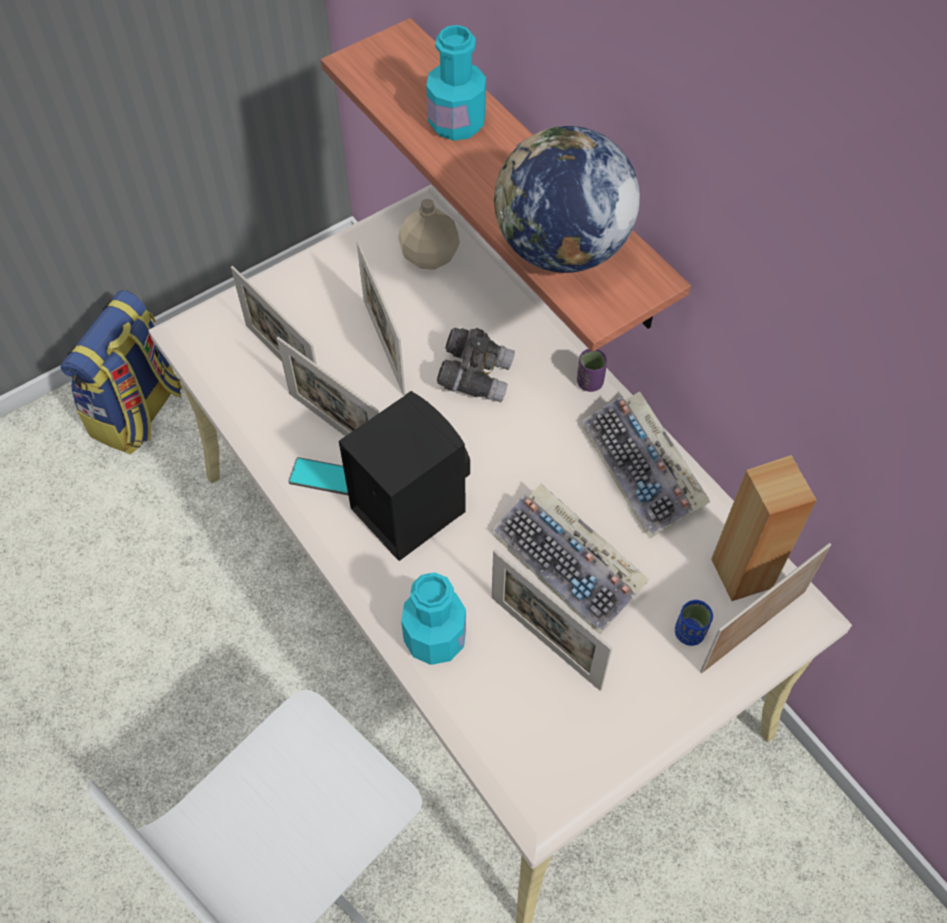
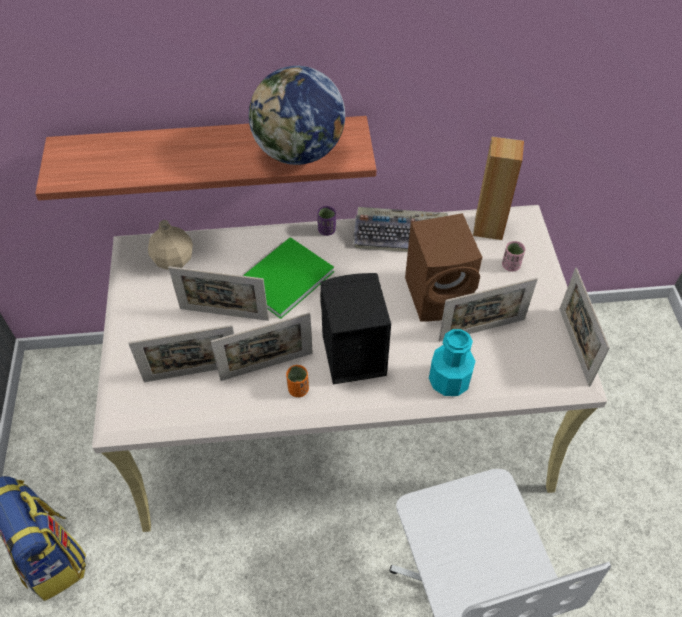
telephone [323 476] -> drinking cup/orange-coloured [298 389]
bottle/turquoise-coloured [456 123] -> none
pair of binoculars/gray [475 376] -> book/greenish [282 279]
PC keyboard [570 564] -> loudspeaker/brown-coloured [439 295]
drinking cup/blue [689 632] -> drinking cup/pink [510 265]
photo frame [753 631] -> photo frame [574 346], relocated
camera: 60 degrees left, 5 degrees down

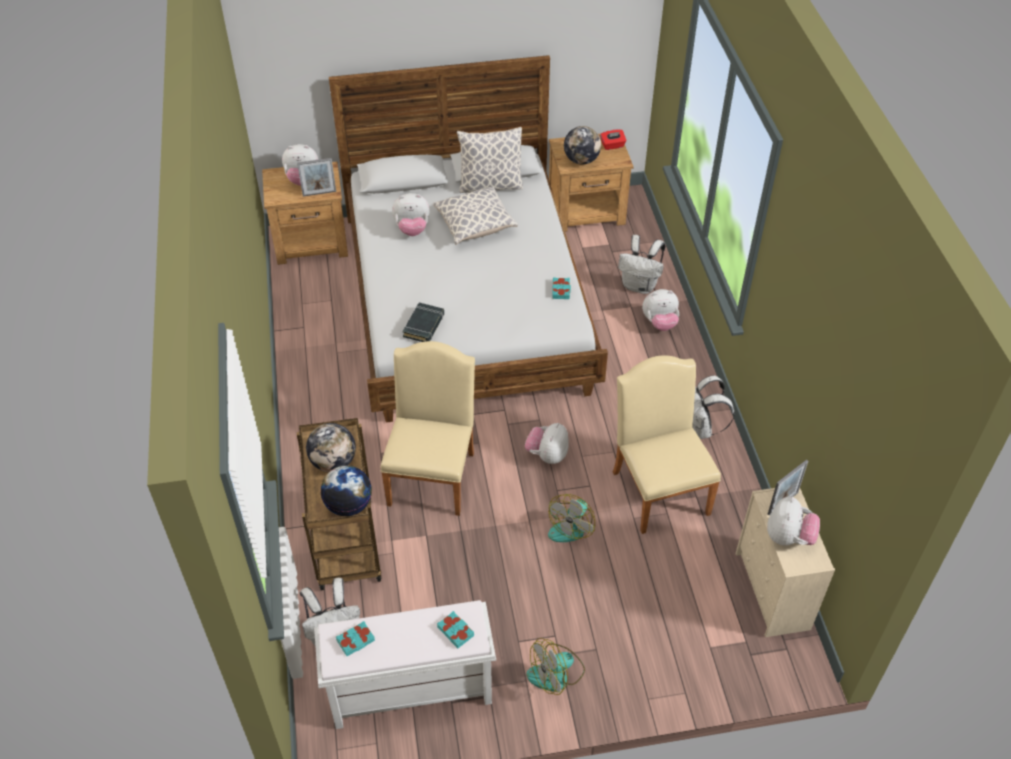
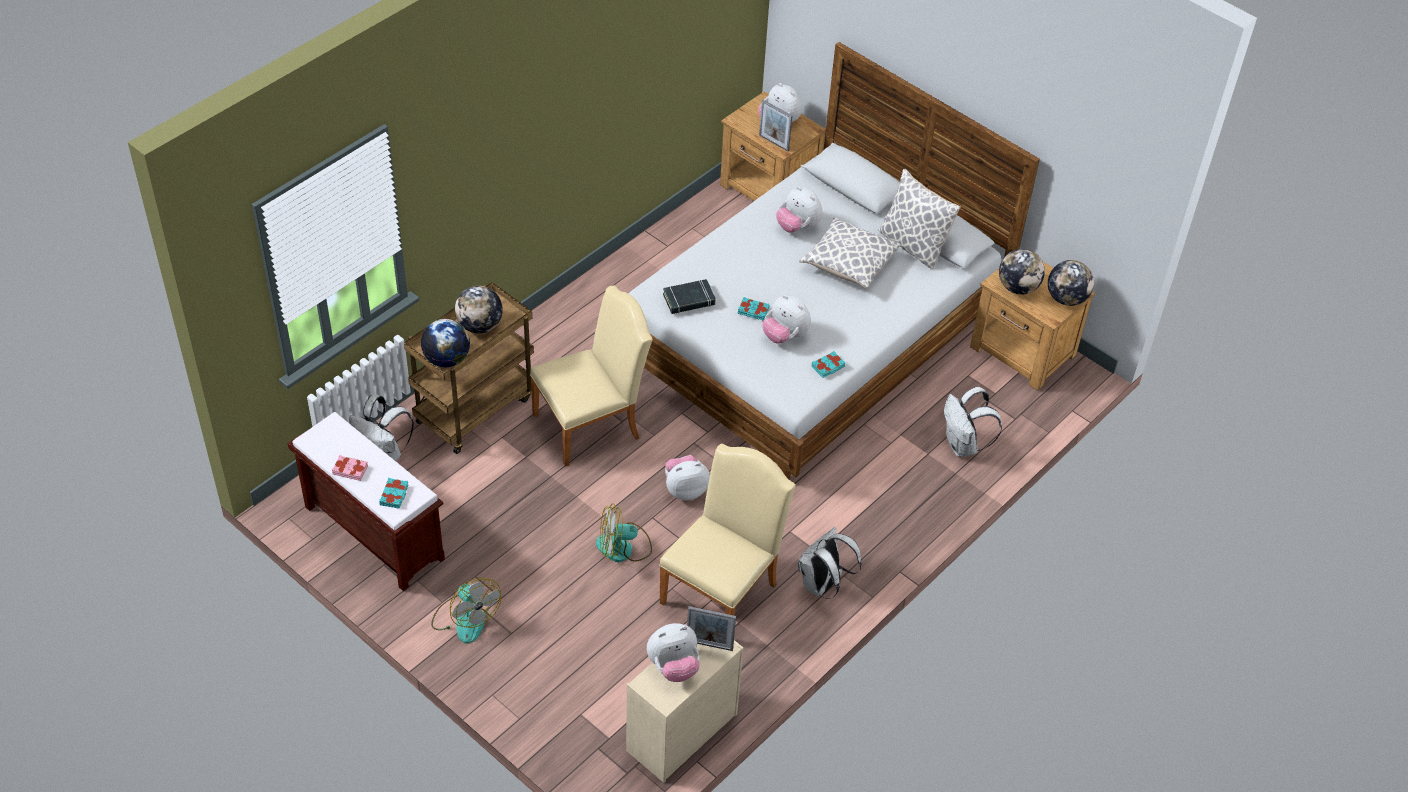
bench/whitish [409 691] -> bench/brown-coloured [372 532]
book/turquoise-coloured [356 641] -> book/turquoise-coloured [753 311], relocated
electric fan [556 673] -> electric fan [465 618], 150 degrees counterclockwise
tissue box/red-coloured [612 145] -> globe [1066 298]
plush toy [659 323] -> plush toy [785 336], relocated
none -> book/pink [350 470]
camera: 50 degrees right, 0 degrees up

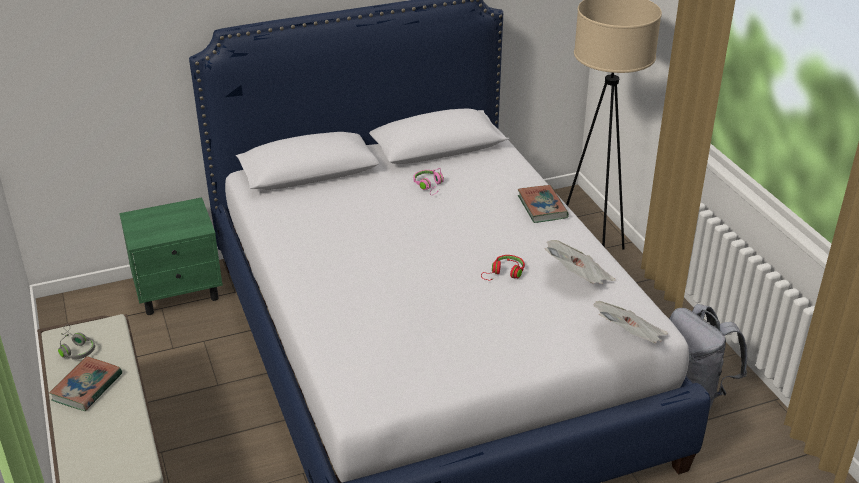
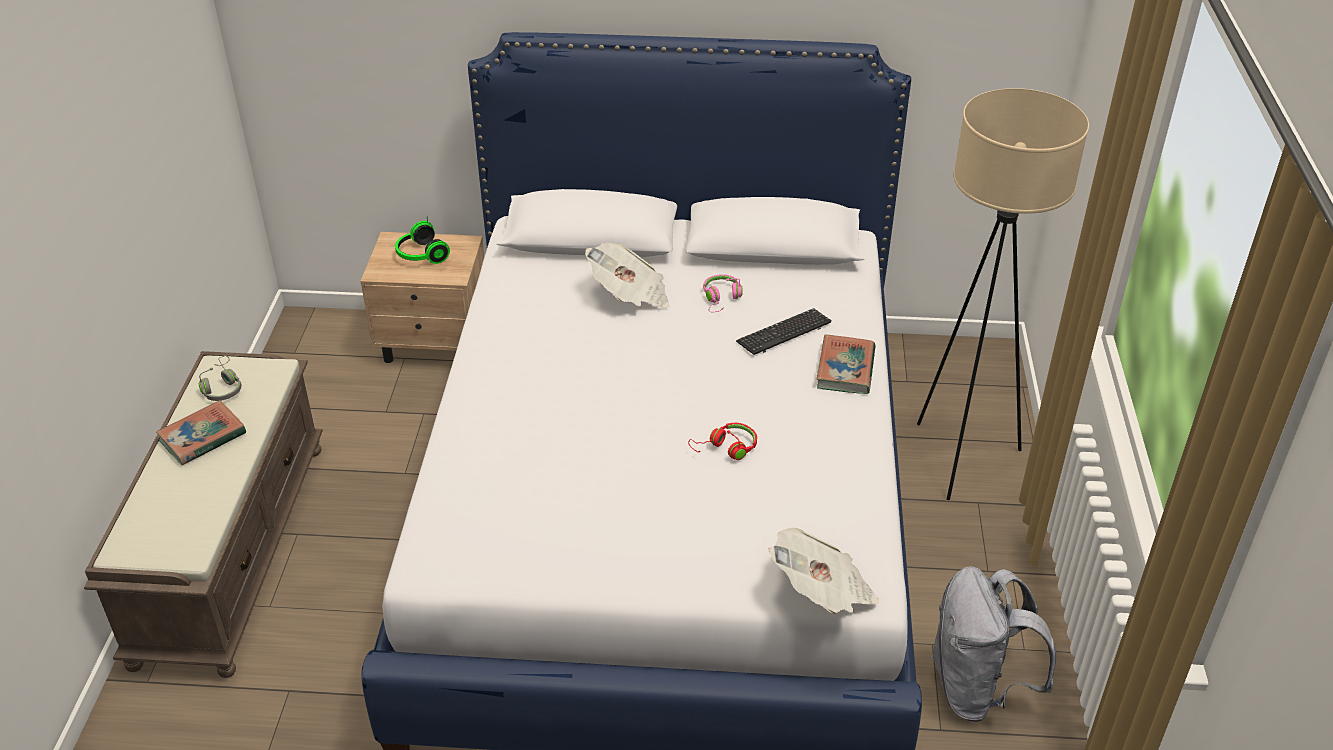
bedside table/greenish [179 291] -> bedside table/beige [435 343]
daily paper [578 278] -> daily paper [630 295], relocated
none -> headset [420 255]
none -> PC keyboard [784 333]
camera: 25 degrees right, 5 degrees up

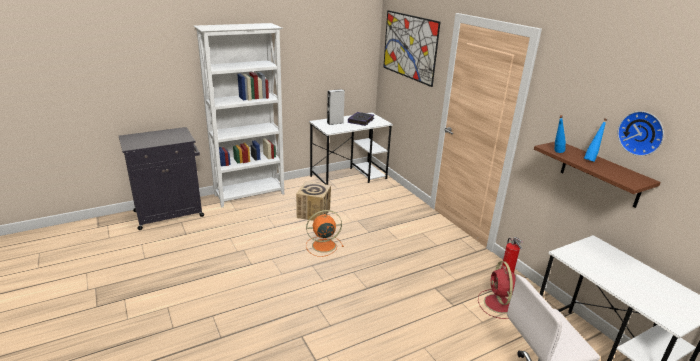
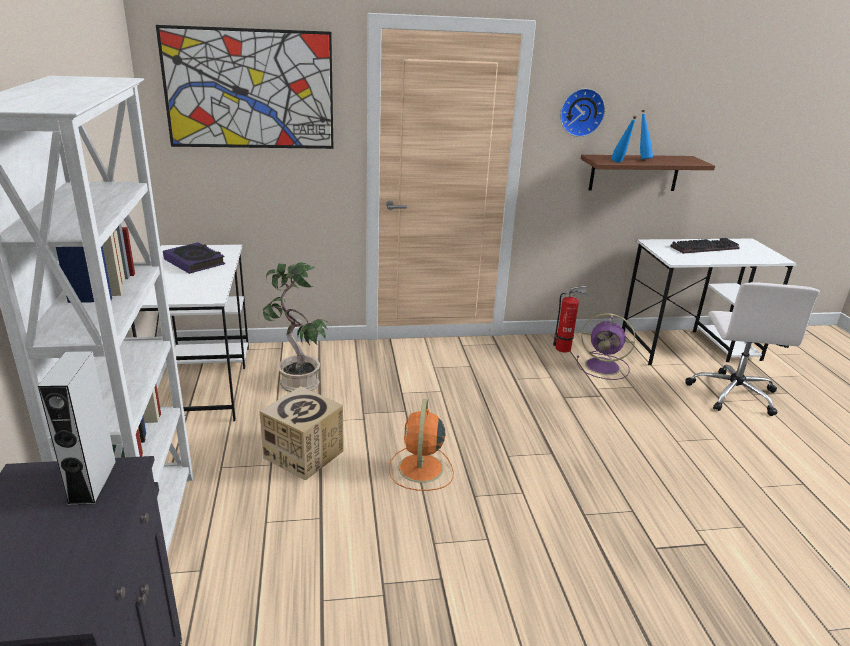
loudspeaker/gray [335 123] -> loudspeaker/gray [92 482], relocated
electric fan/red-coloured [498 304] -> electric fan/purple-coloured [604 367]
wall clock [642 133] -> wall clock [581 112], relocated
none -> potted plant [297 383]
none -> PC keyboard [704 247]
camera: 70 degrees left, 0 degrees up

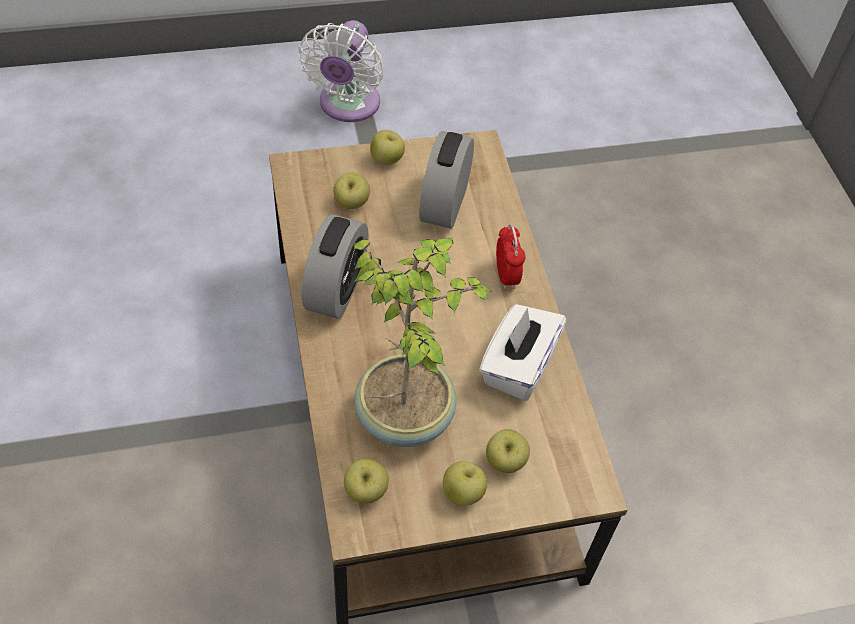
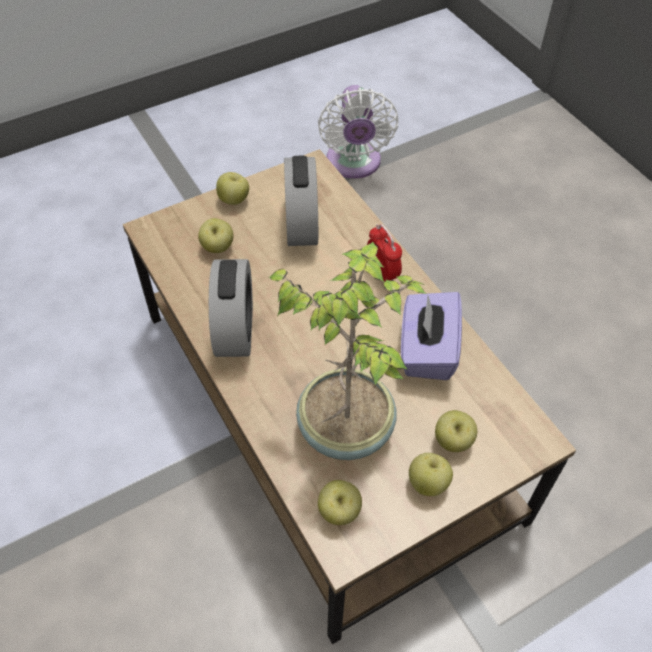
electric fan/whitish [347 106] -> electric fan/whitish [353 164], relocated
tissue box/whitish [517 366] -> tissue box/purple-coloured [426 351]
camera: 15 degrees left, 0 degrees up

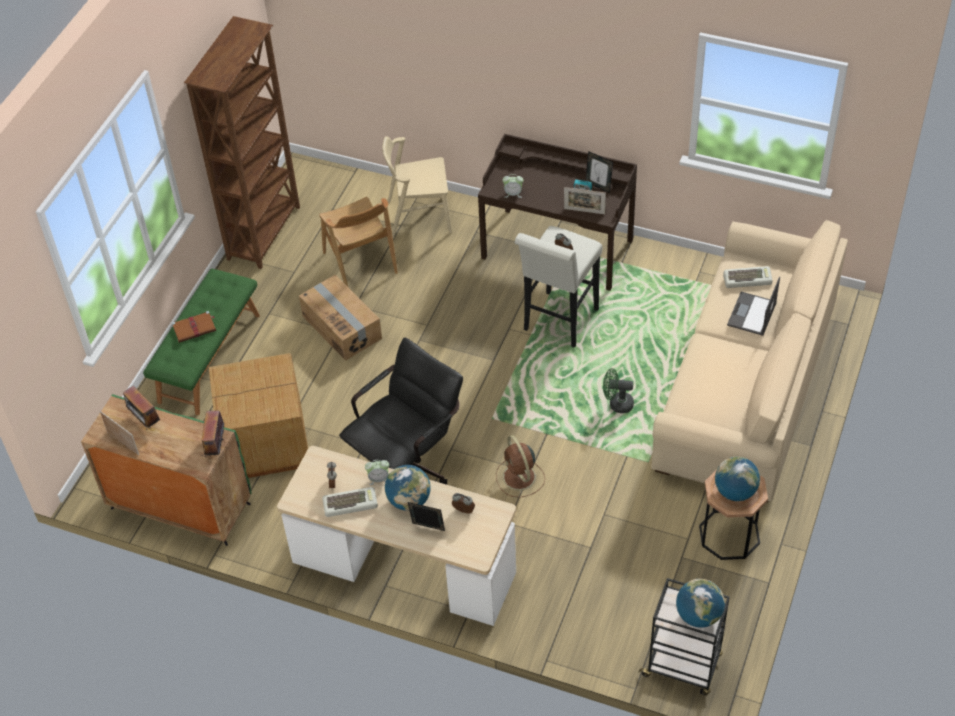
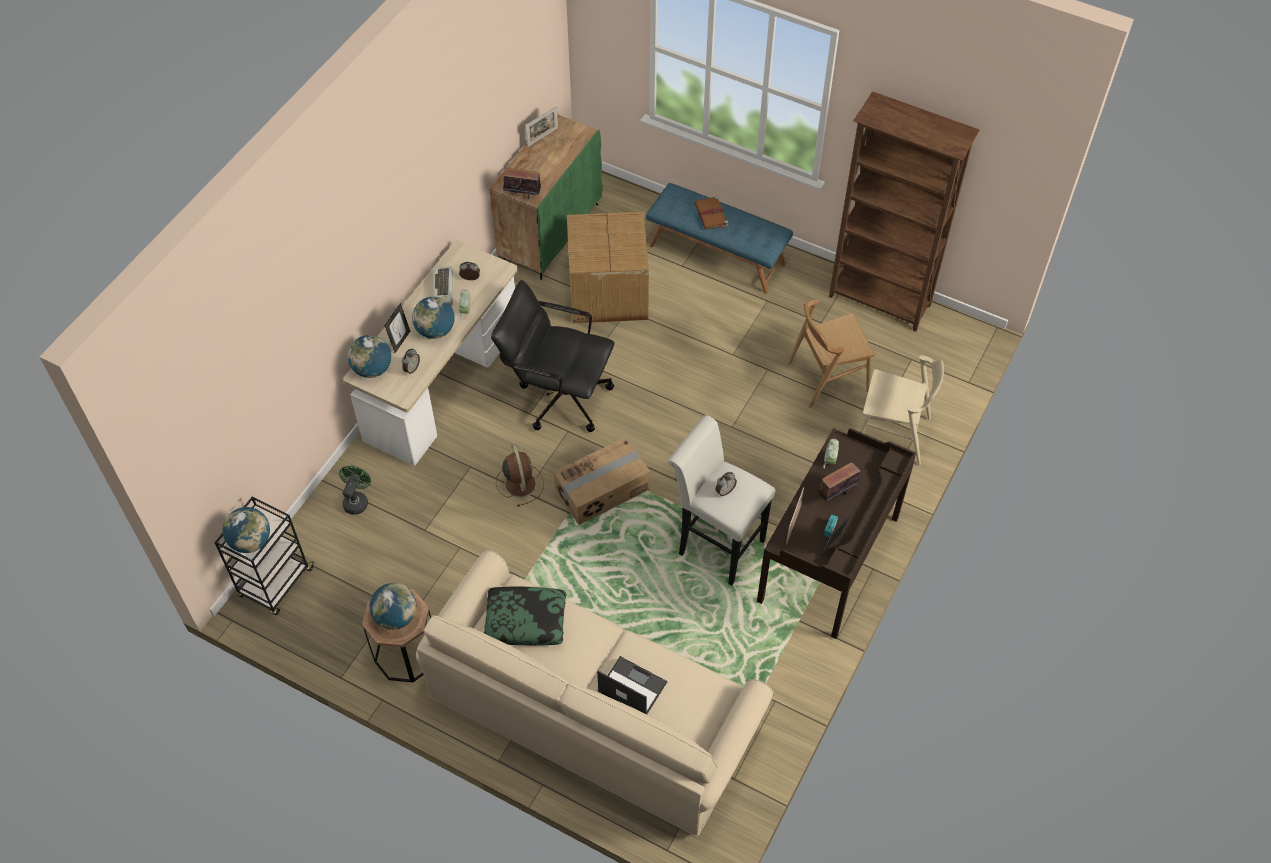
radio set [145 420] -> radio set [836 494], relocated
bench/greenish [208 357] -> bench/blue [717 254]
cardboard box [342 327] -> cardboard box [603 490], relocated
computer chair/black [408 464] -> computer chair/black [557 395], 150 degrees clockwise
upright chair/beige [419 216] -> upright chair/beige [893 434], 105 degrees clockwise
electric fan/brown-coloured [520 478] -> electric fan/brown-coloured [520 483], 90 degrees clockwise
electric fan/greenish [617 404] -> electric fan/greenish [357 500], relocated
PC keyboard [747 279] -> none
none -> globe [372 369]
none -> cushion [526 620]
camera: 95 degrees right, 5 degrees up

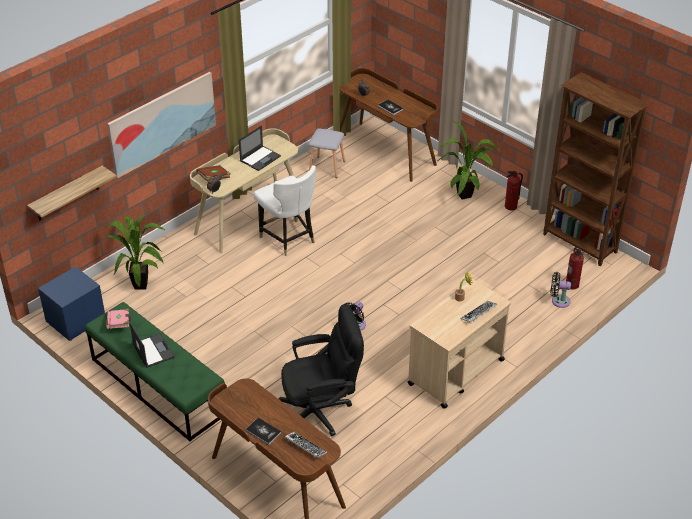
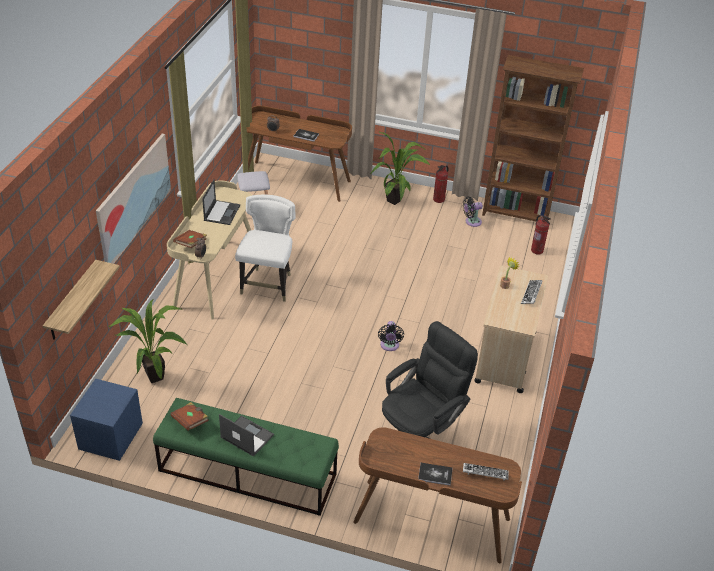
book/pink [119 323] -> book/brown-coloured [190 421]
upright chair/whitish [288 238] -> upright chair/whitish [268 285], 105 degrees counterclockwise
electric fan/black [558 301] -> electric fan/black [471 222], relocated
camera: 30 degrees left, 0 degrees up

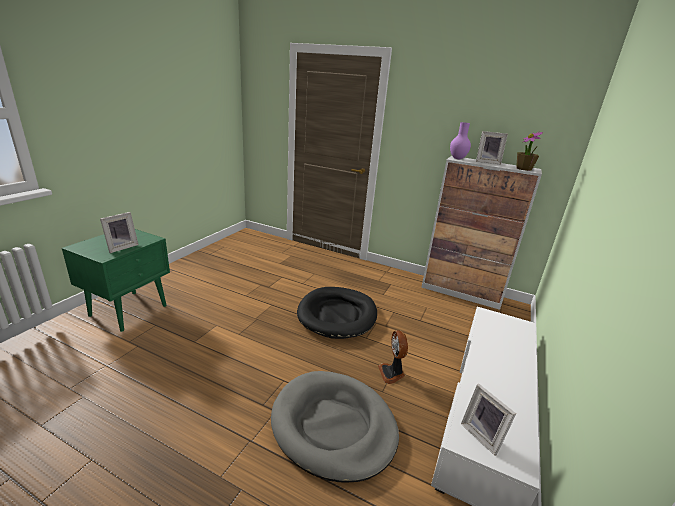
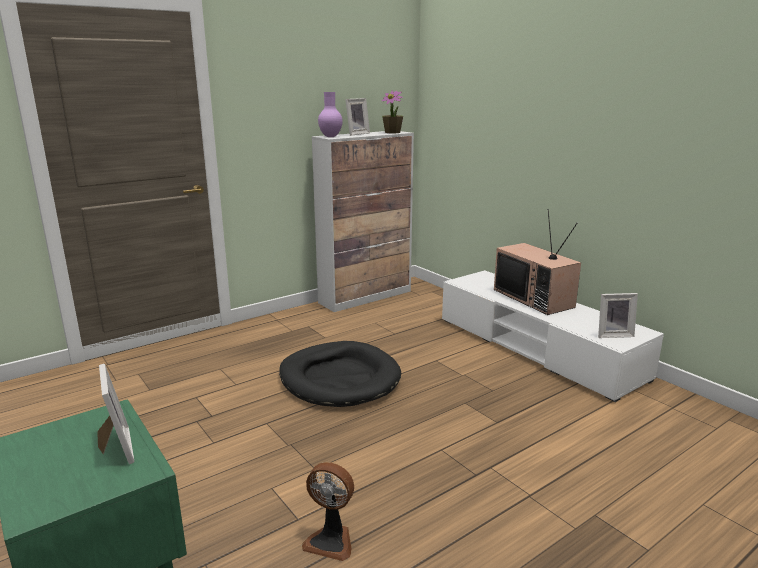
dog bed/gray [333 426] -> none
electric fan [392 373] -> electric fan [331 540], relocated
none -> television [535 298]
camera: 60 degrees left, 5 degrees down

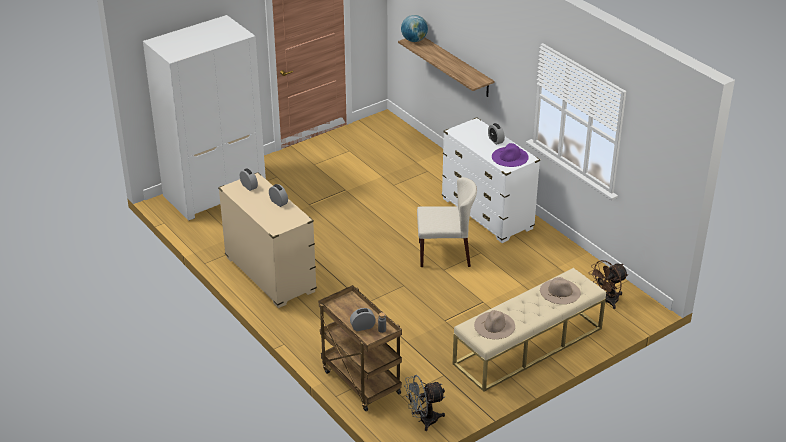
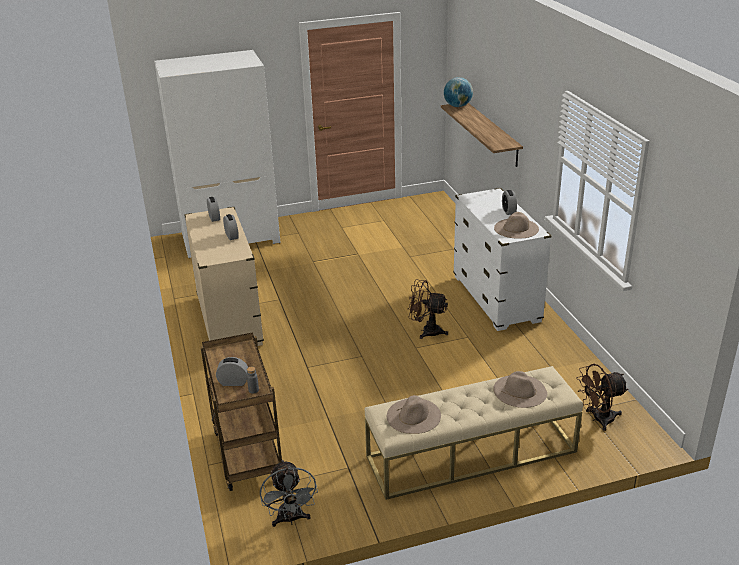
electric fan/gray [423 420] -> electric fan/gray [290 519], 105 degrees counterclockwise
upright chair/beige [445 253] -> electric fan/brown-coloured [426 331]
clothing hat/purple-coloured [510 157] -> clothing hat/beige [516 228]
camera: 20 degrees right, 5 degrees down

